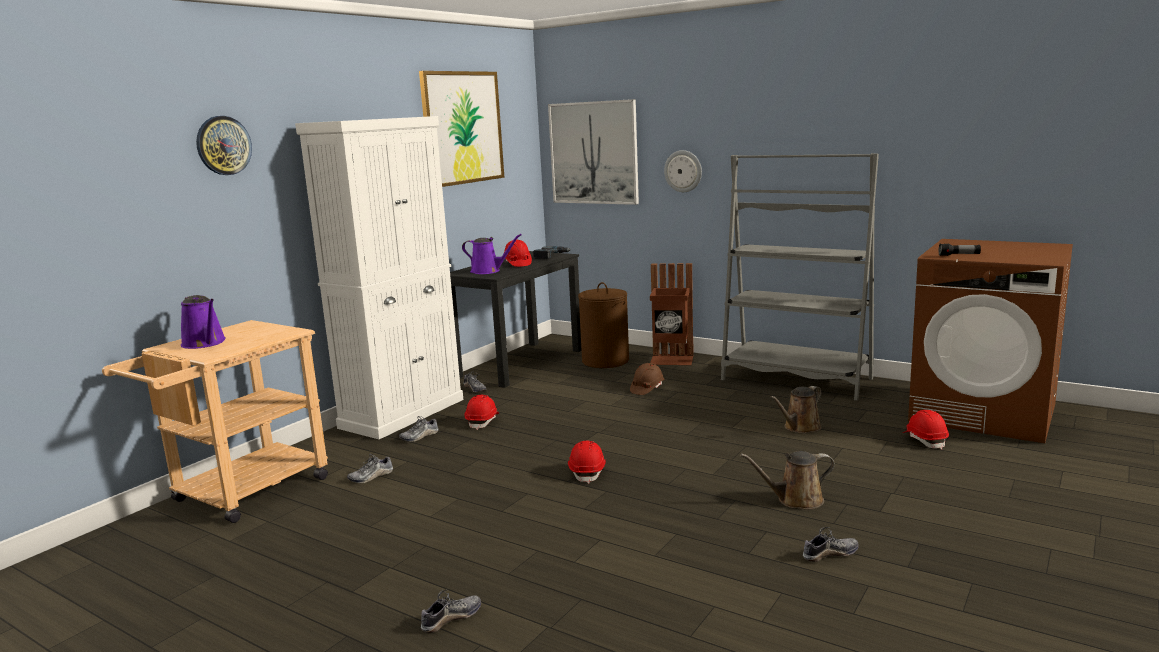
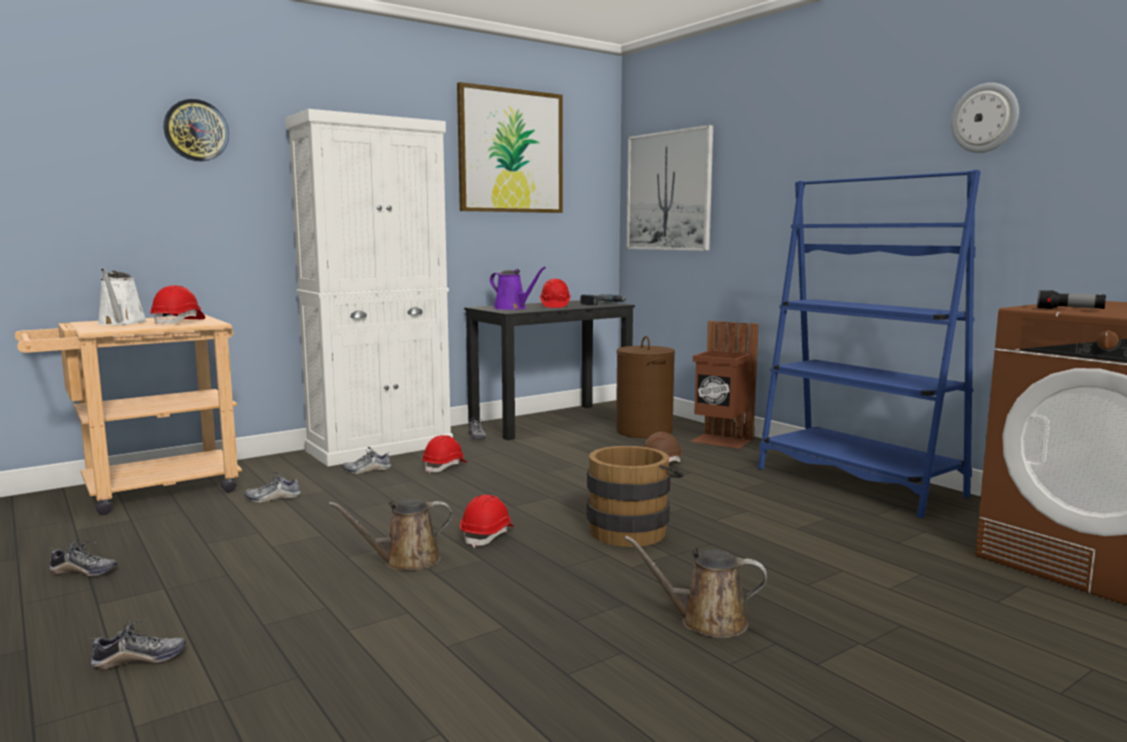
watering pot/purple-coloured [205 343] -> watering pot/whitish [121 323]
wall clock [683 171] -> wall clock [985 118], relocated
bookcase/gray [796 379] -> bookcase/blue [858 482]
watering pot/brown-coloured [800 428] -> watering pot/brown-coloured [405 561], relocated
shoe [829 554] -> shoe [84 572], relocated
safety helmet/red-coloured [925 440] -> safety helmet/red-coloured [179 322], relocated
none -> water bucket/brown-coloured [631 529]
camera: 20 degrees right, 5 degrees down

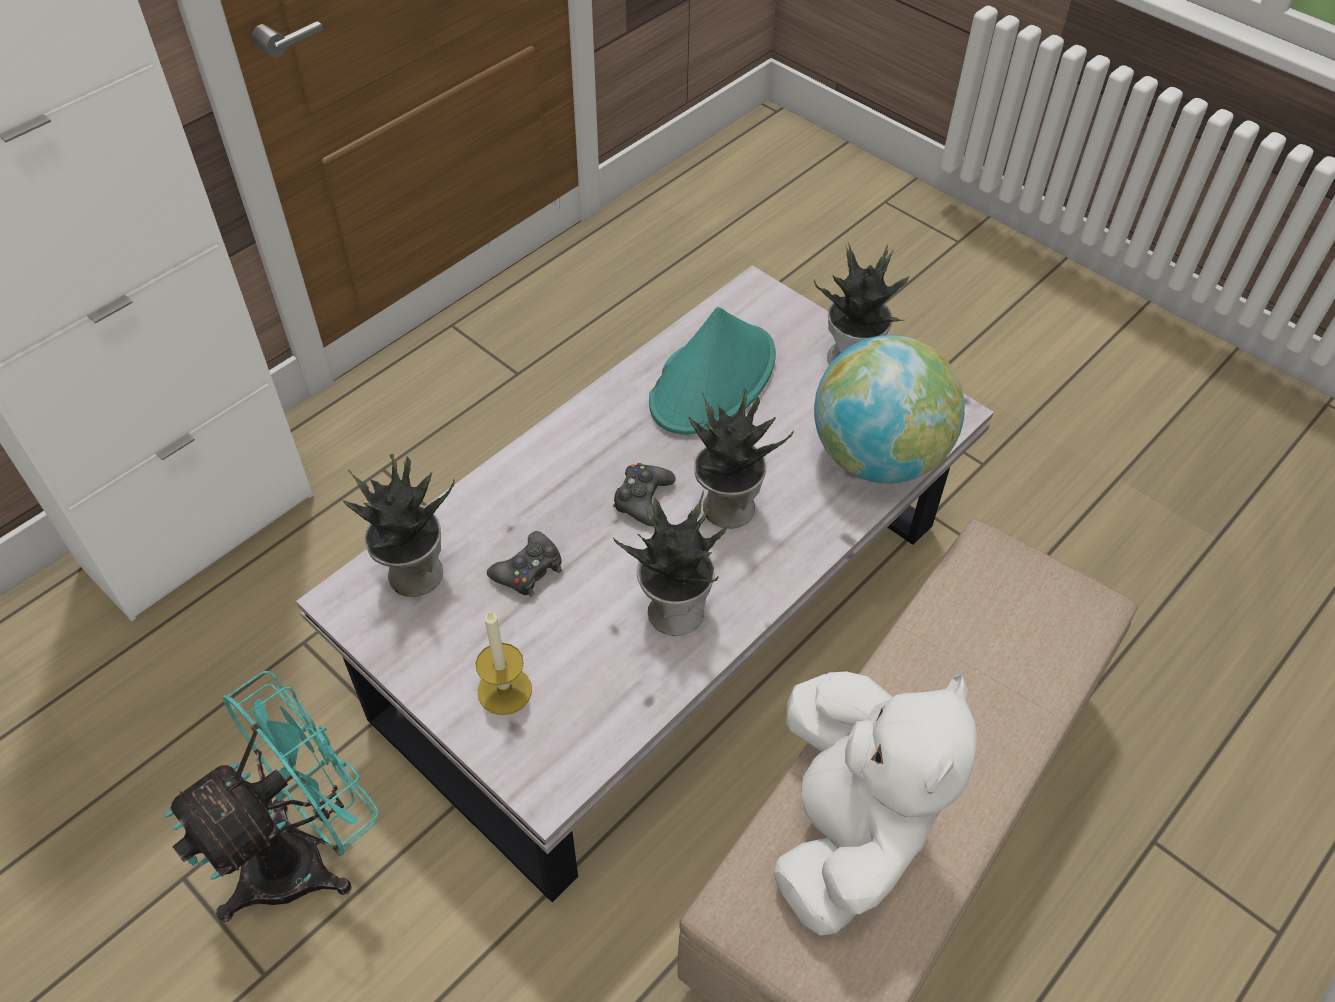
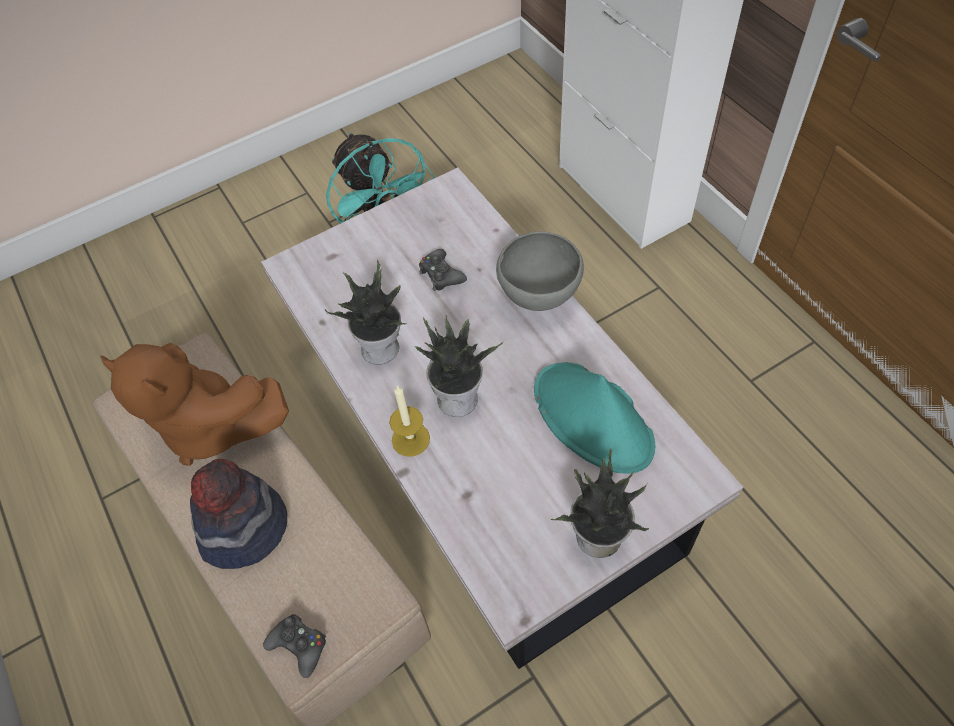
potted plant [413 574] -> none
candle [504 690] -> candle [410 439], relocated
gamepad/black [642 499] -> gamepad/black [299 645], relocated
plush toy/whitish [847 827] -> plush toy/brown-coloured [211 424]
globe [877 457] -> none
none -> clothing hat [244 528]
none -> bowl/gray [539 295]
camera: 110 degrees right, 5 degrees up

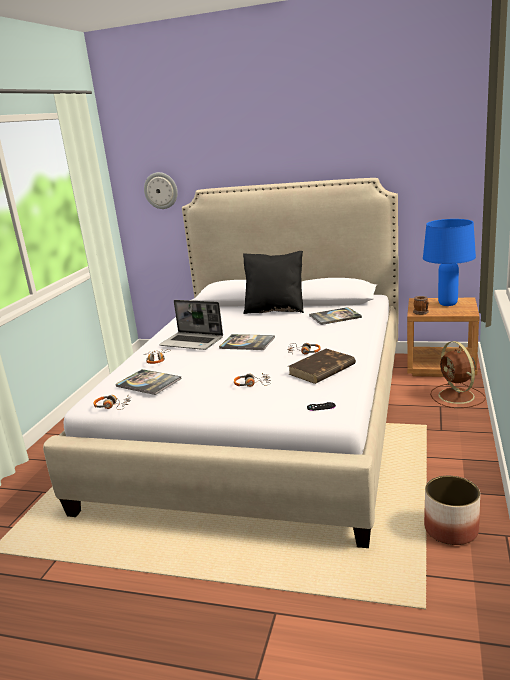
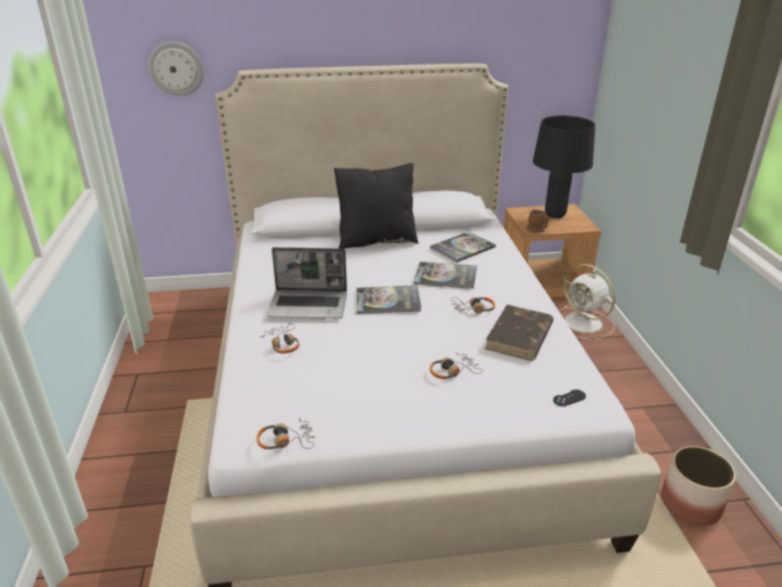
book [148 383] -> book [445 276], relocated
tabletop lamp/blue [447 304] -> tabletop lamp/black [555 215]
electric fan/brown-coloured [457 396] -> electric fan/whitish [584 324]
camera: 25 degrees left, 10 degrees up

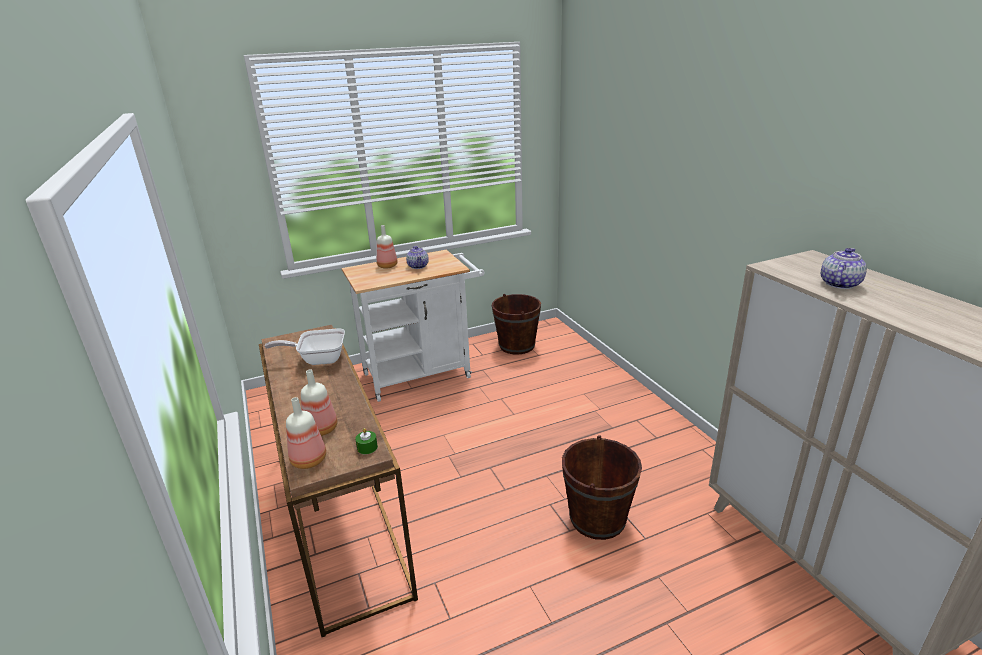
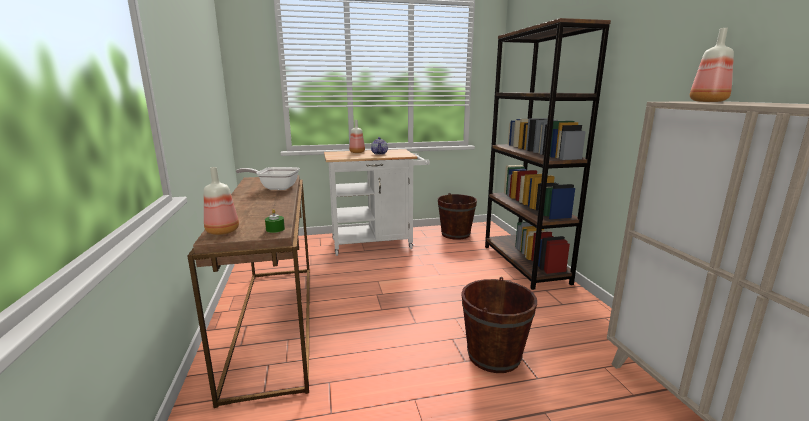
bottle [321 428] -> bottle [707 101], relocated
pot for tea [839 284] -> none
none -> bookcase/brown-coloured [524 264]
camera: 10 degrees right, 10 degrees down

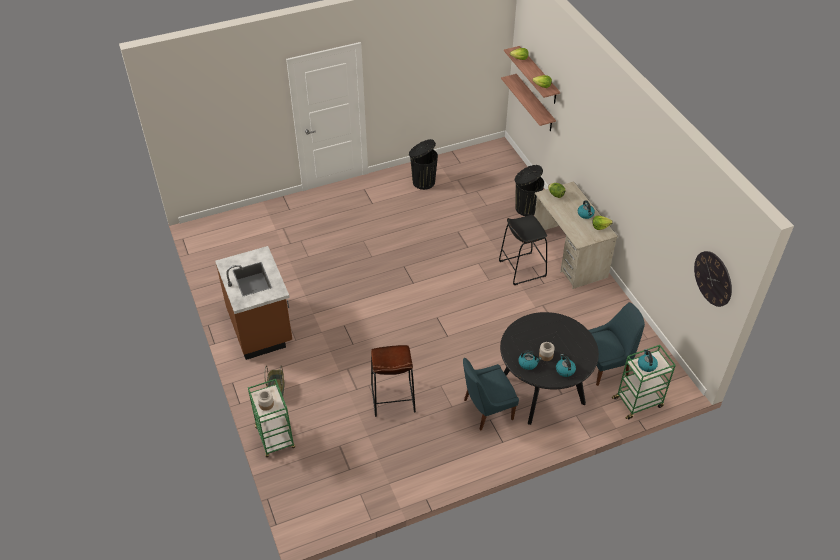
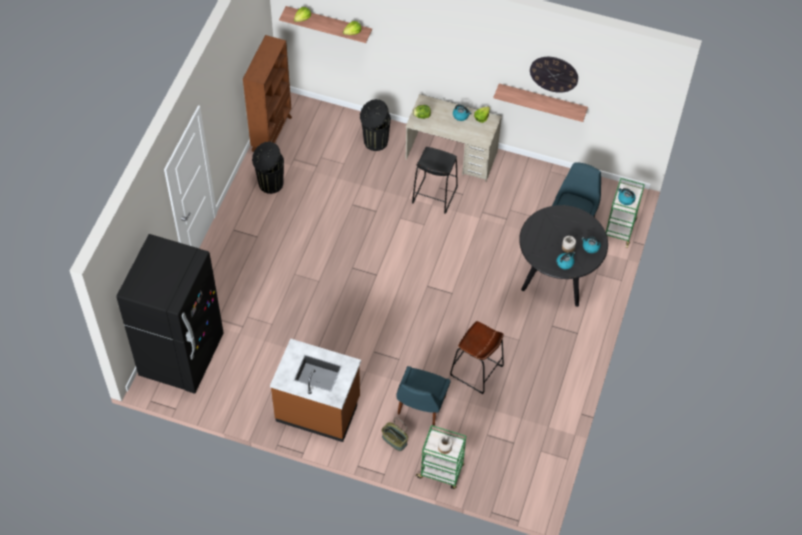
upright chair/blue [486 410] -> upright chair/blue [420 407], relocated
shelf [534 103] -> shelf [542 101], relocated
wall clock [713 278] -> wall clock [554 74], relocated
none -> refrigerator/black [182 356]
none -> bookcase/brown-coloured [272 133]
camera: 50 degrees left, 10 degrees up

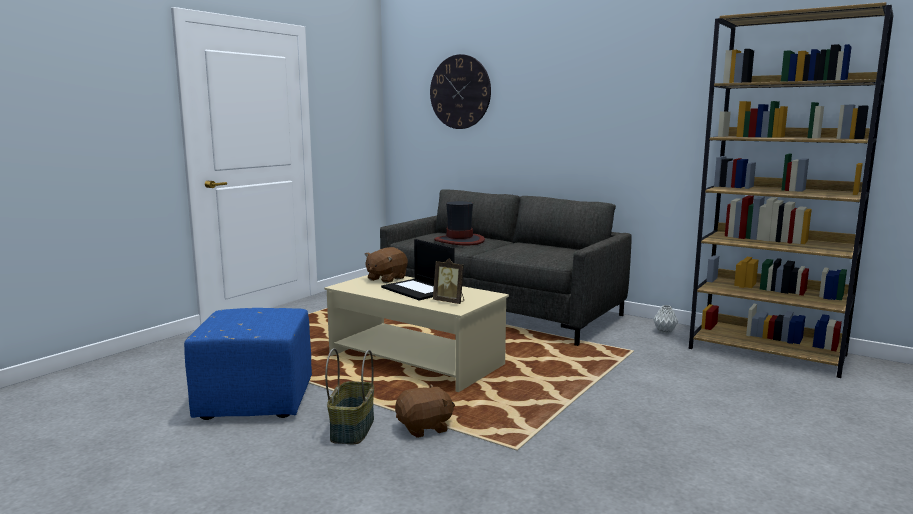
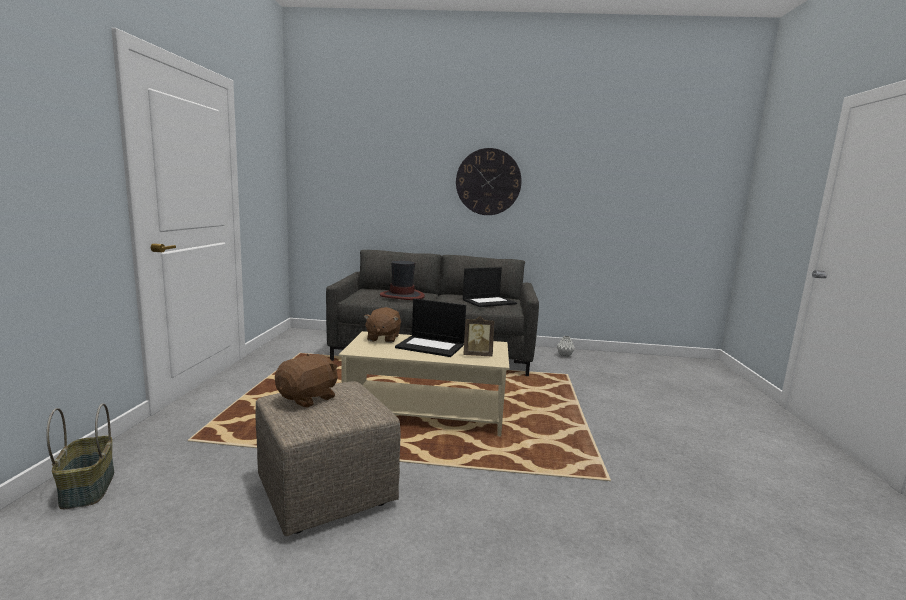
footrest/blue [255 400] -> footrest/beige [325 491]
storage basket [351 429] -> storage basket [87 488], relocated
plush toy/brown-coloured [424 428] -> plush toy/brown-coloured [308 398], relocated
wall clock [460 92] -> wall clock [488 182], relocated
bookcase/brown-coloured [767 352] -> none
none -> notebook computer [489 302]
camera: 30 degrees left, 0 degrees up

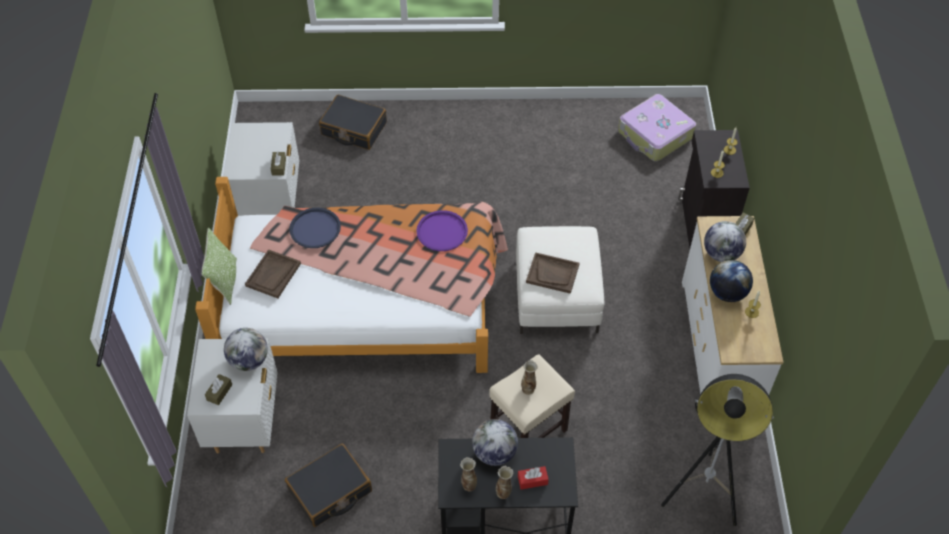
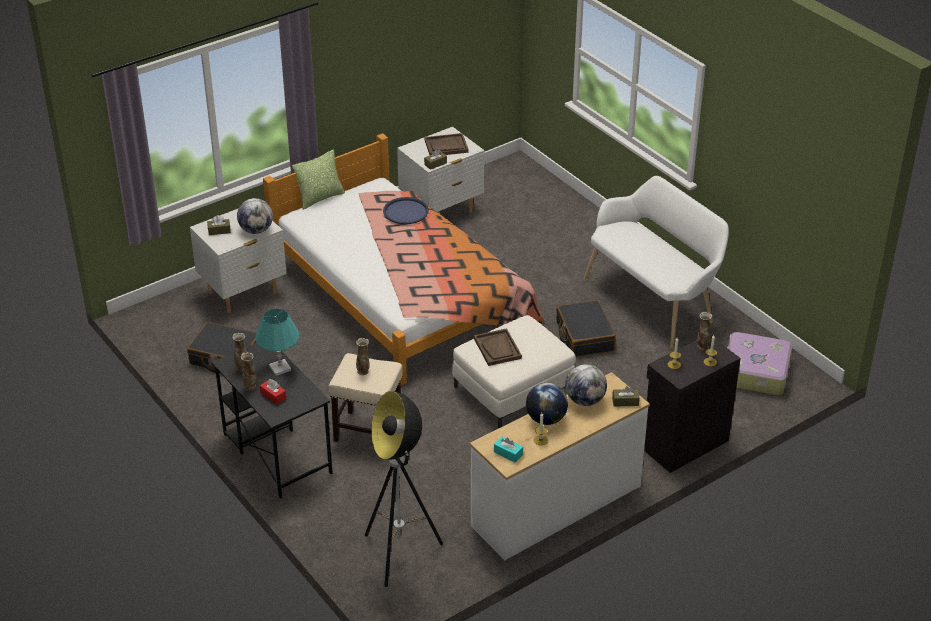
carrying tray/brown-coloured [273 275] -> carrying tray/brown-coloured [446 146], relocated
suitcase/black [353 129] -> suitcase/black [584 336], relocated
carrying tray/purple-coloured [442 231] -> none
globe [494 453] -> tabletop lamp/turquoise-coloured [280 368]
none -> tissue box/turquoise-coloured [508 453]
none -> bench/whitish [653 300]
none -> vase [702 346]
camera: 55 degrees right, 15 degrees down

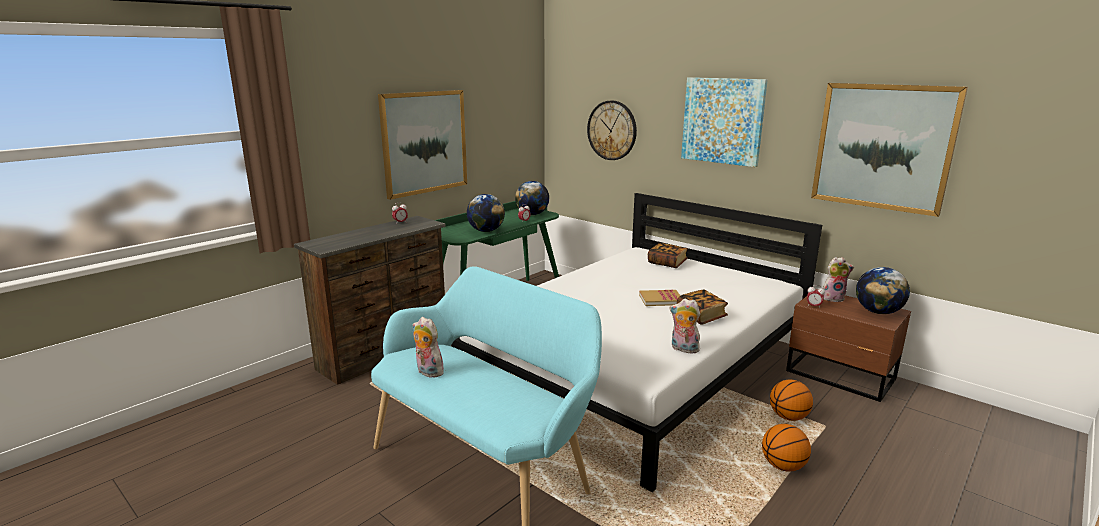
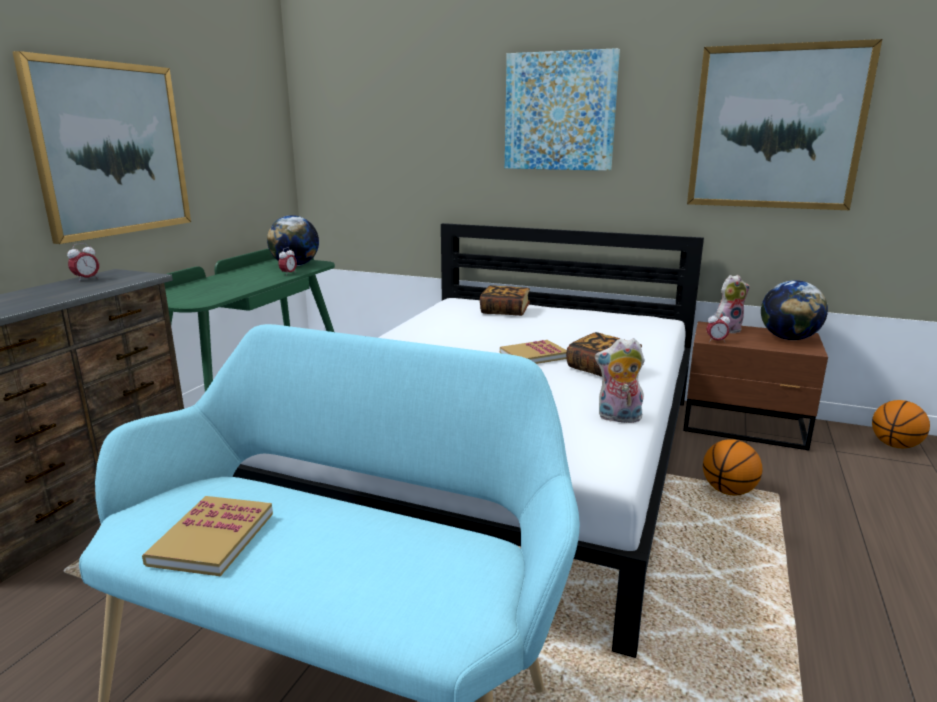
plush toy [427 372] -> book [212 538]
globe [486 231] -> none
wall clock [612 130] -> none
basketball ball [782 466] -> basketball ball [894 445], relocated
camera: 20 degrees left, 0 degrees up

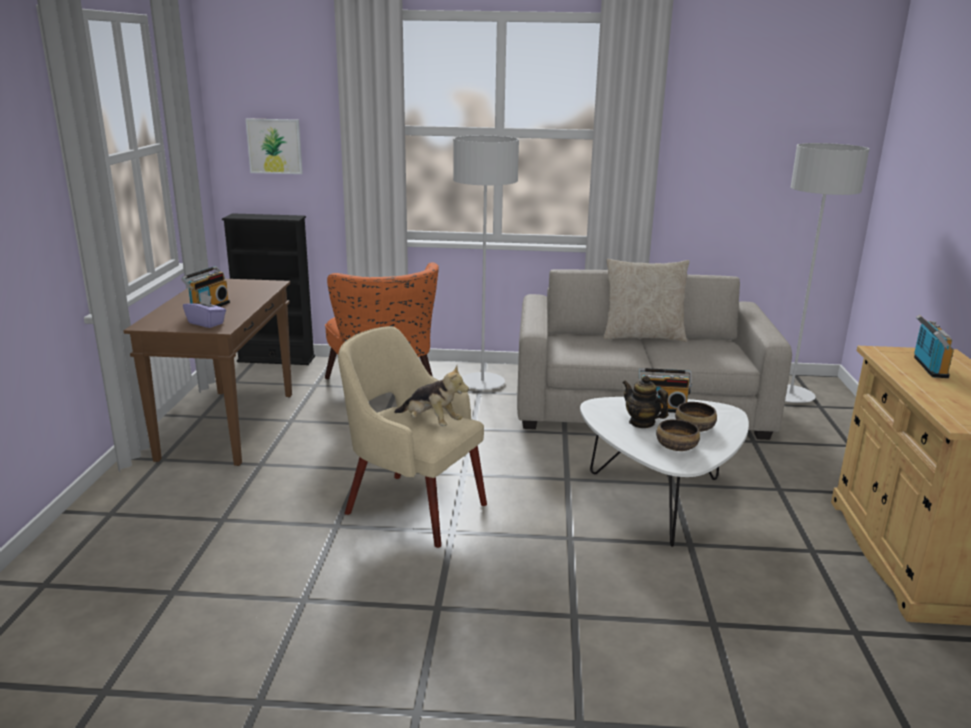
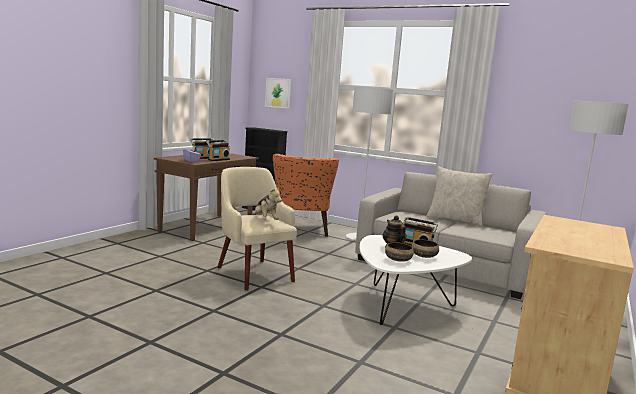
radio set [927 367] -> radio set [218 159], relocated
camera: 25 degrees right, 10 degrees down

